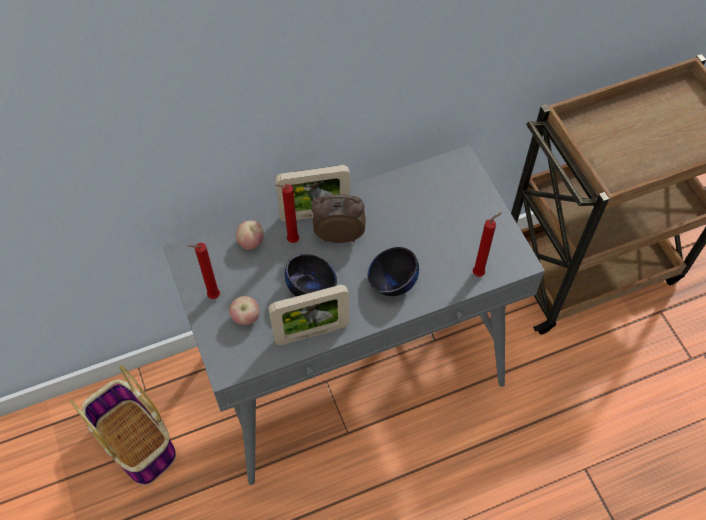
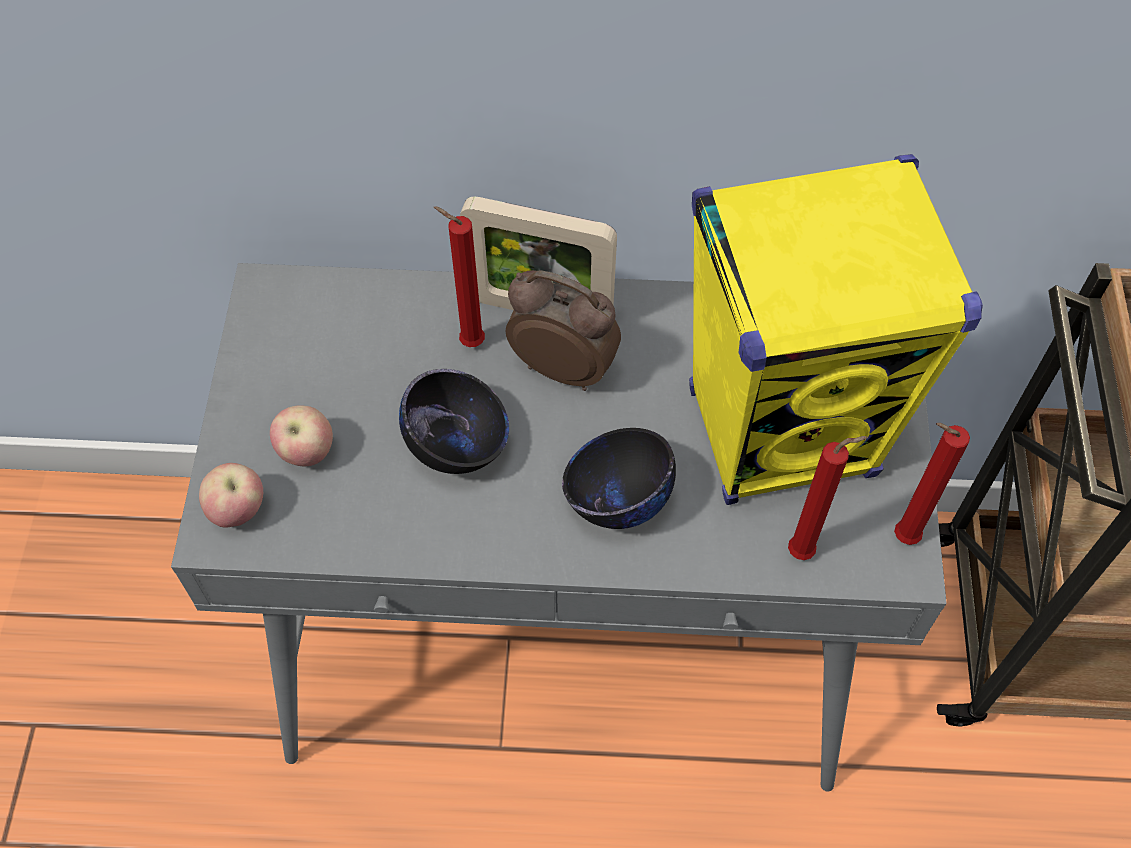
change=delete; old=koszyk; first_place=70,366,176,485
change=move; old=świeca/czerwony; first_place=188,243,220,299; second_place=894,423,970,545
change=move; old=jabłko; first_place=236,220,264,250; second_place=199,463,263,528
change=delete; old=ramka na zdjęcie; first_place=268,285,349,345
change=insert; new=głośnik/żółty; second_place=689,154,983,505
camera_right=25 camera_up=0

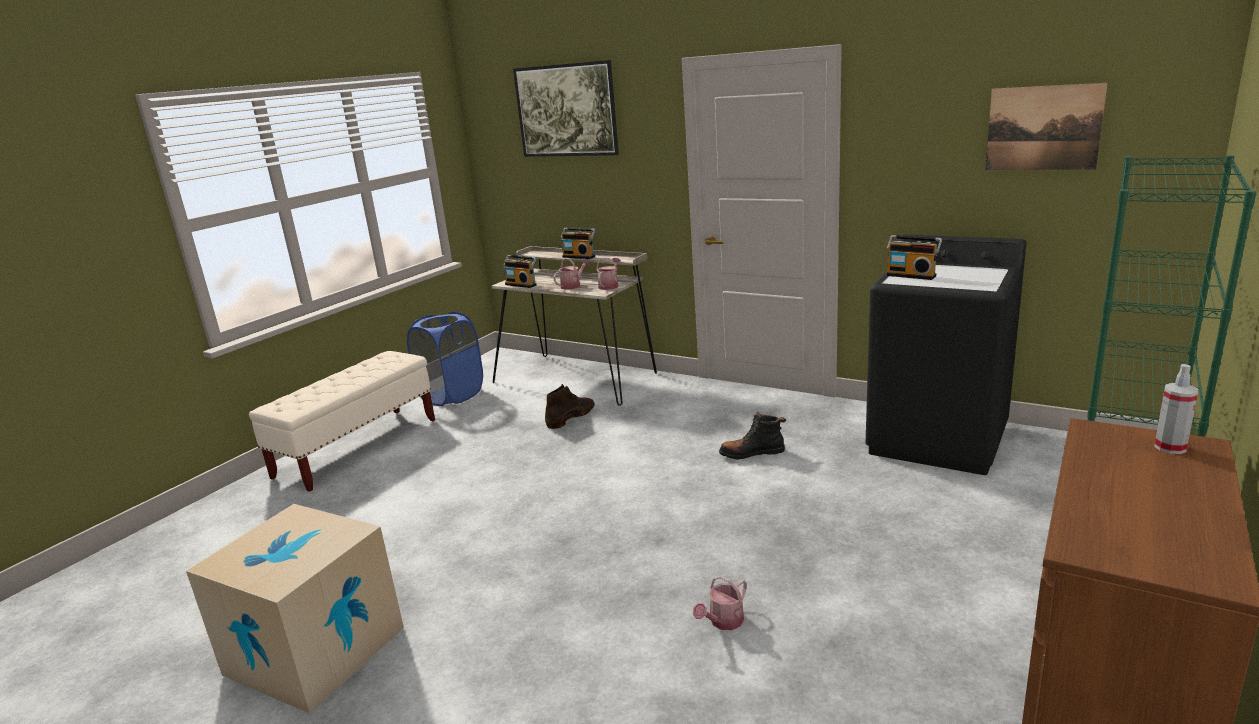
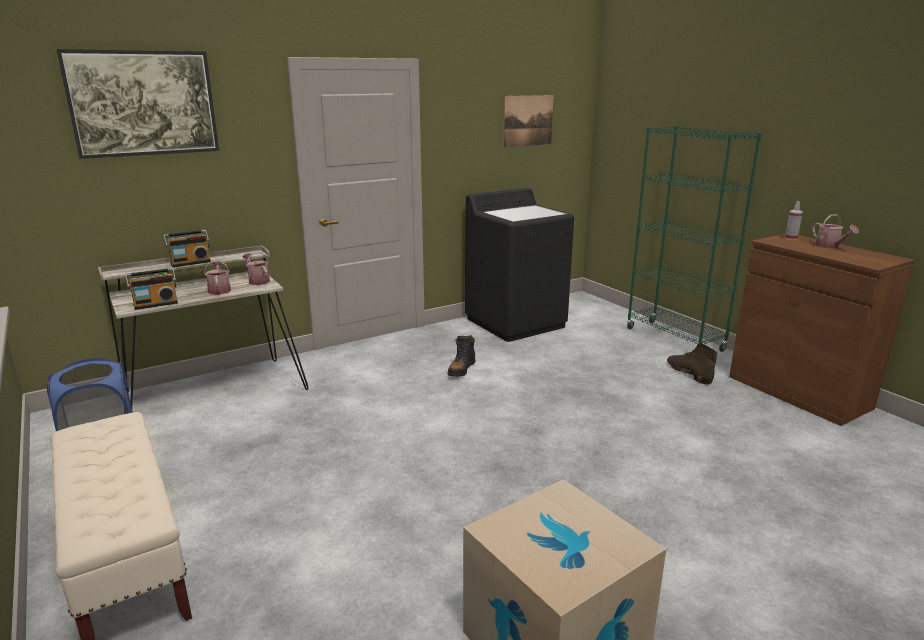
change=move; old=but z cholewką/brązowy; first_place=545,384,595,429; second_place=667,343,717,385
change=move; old=konewka; first_place=693,575,747,630; second_place=812,214,859,249
change=delete; old=radio; first_place=886,235,942,280
camera_right=-65 camera_up=0

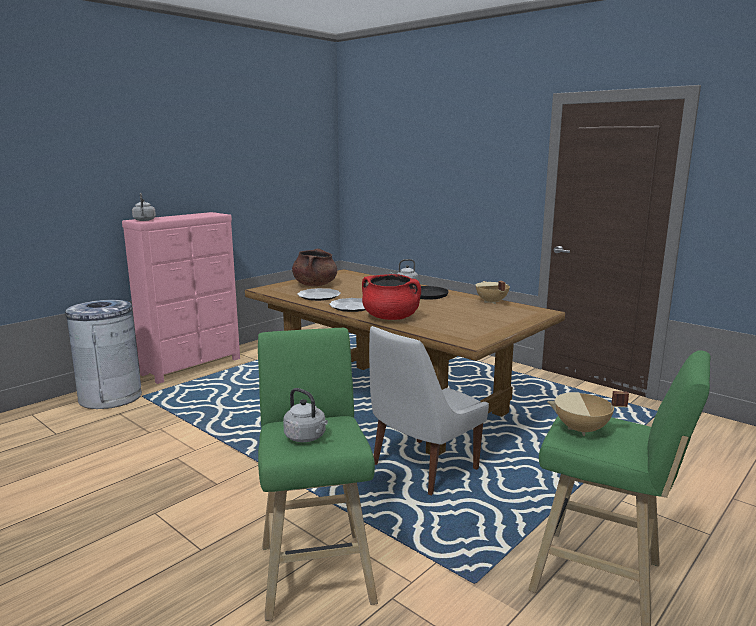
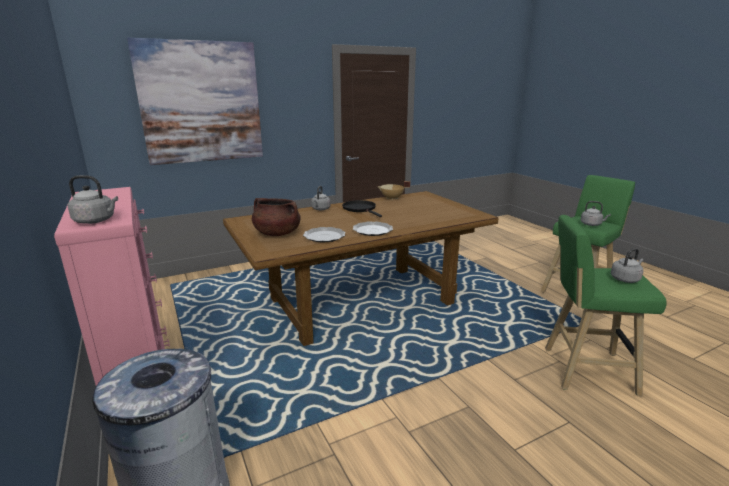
change=delete; old=garnek/czerwony; first_place=362,274,421,320
change=delete; old=krzesło/biały; first_place=369,326,489,495
change=replace; old=garnek/beżowy; new=czajnik/szary; first_place=547,391,629,436; second_place=581,201,611,226
change=insert; new=obraz; second_place=127,38,263,165
camera_right=-70 camera_up=5

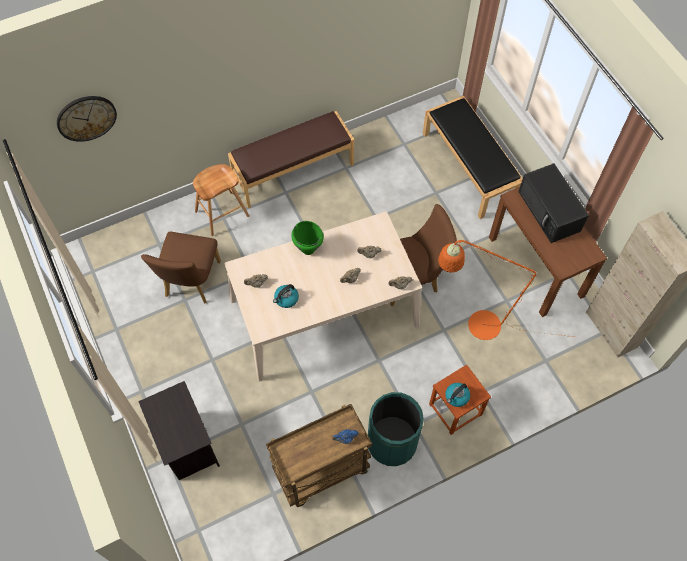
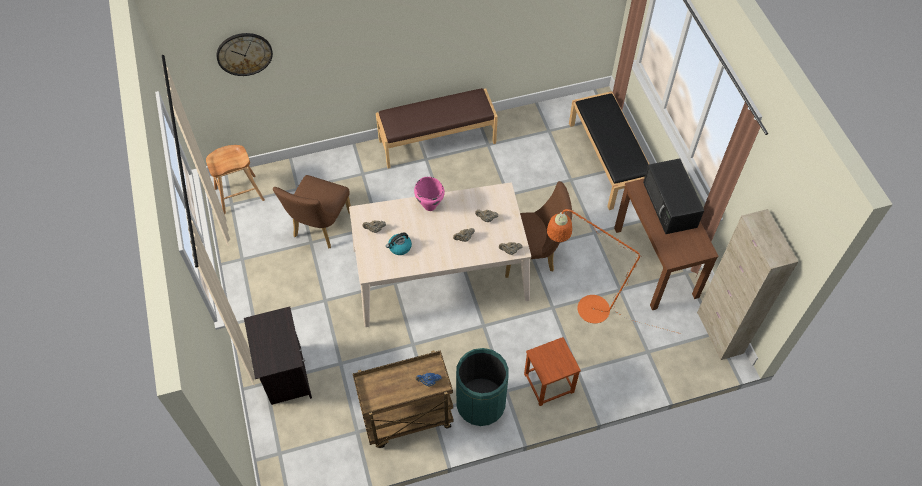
change=move; old=stołek/brązowy; first_place=193,164,249,236; second_place=206,145,265,214
change=recolor; old=garnek/zielony; new=garnek/różowy; first_place=292,221,324,255; second_place=414,177,445,211
change=delete; old=czajnik; first_place=445,383,470,407
camera_right=10 camera_up=-5

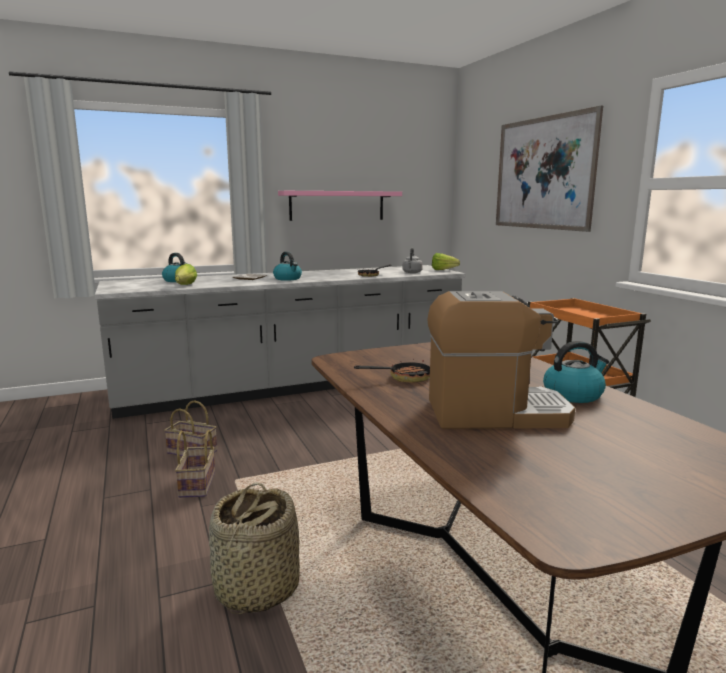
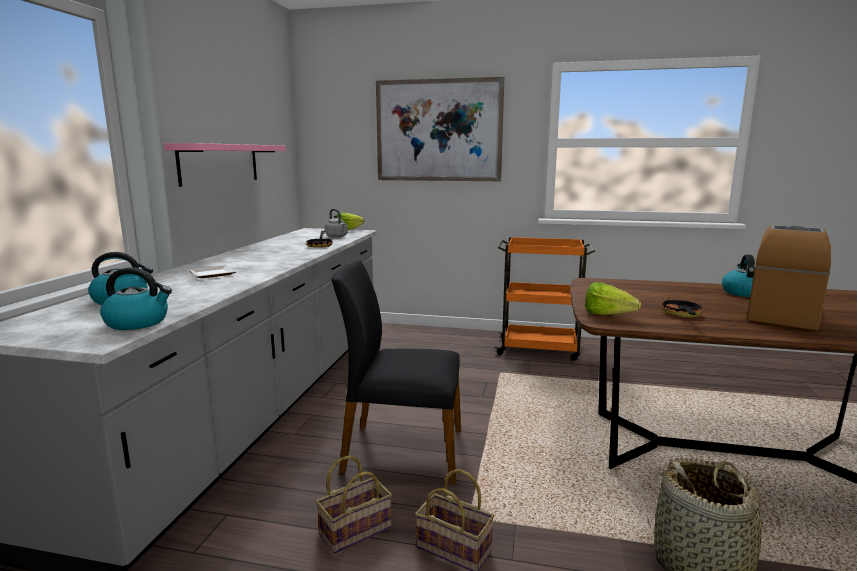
change=move; old=sałata; first_place=175,264,197,285; second_place=585,282,641,315
change=move; old=czajnik; first_place=273,252,302,281; second_place=100,267,172,330
change=insert; new=krzesło/czarny; second_place=331,260,461,484
camera_right=-55 camera_up=0

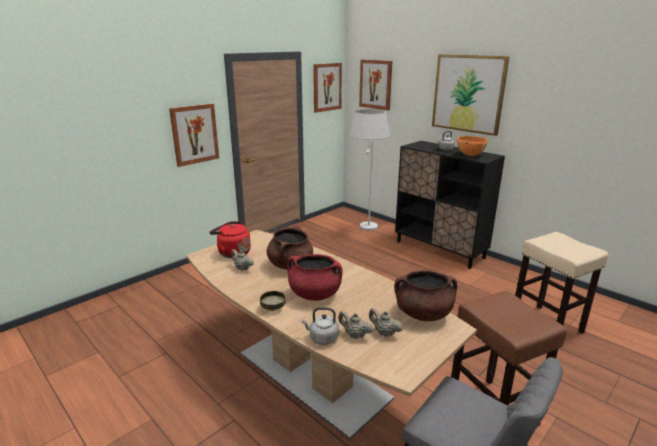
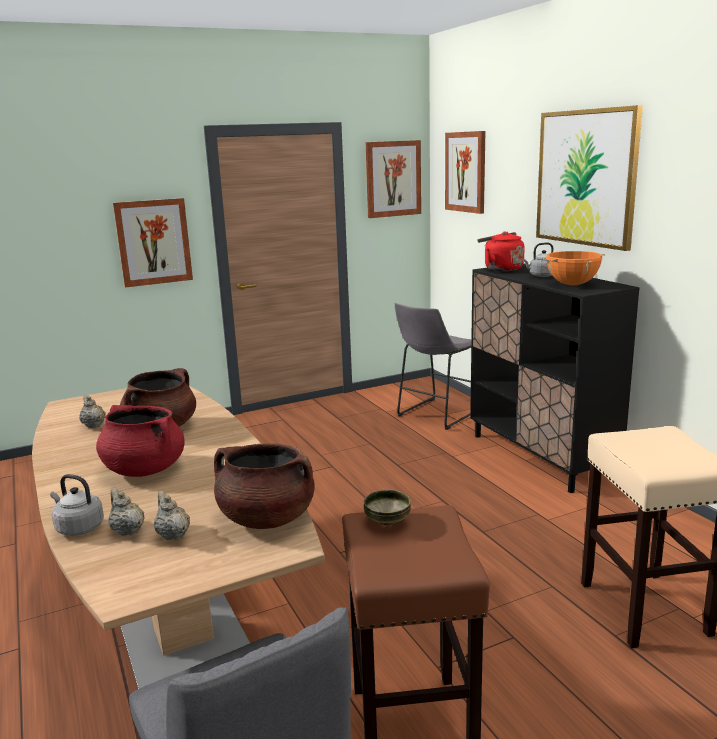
change=move; old=czajnik/czerwony; first_place=210,221,251,258; second_place=478,232,525,271
change=move; old=miska; first_place=260,291,286,311; second_place=364,490,411,525
change=replace; old=lampa stojąca/biały; new=stołek/szary; first_place=349,109,390,231; second_place=395,303,471,430
camera_right=20 camera_up=-5

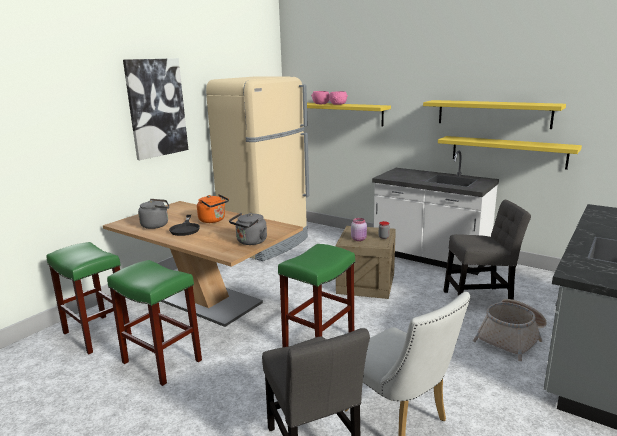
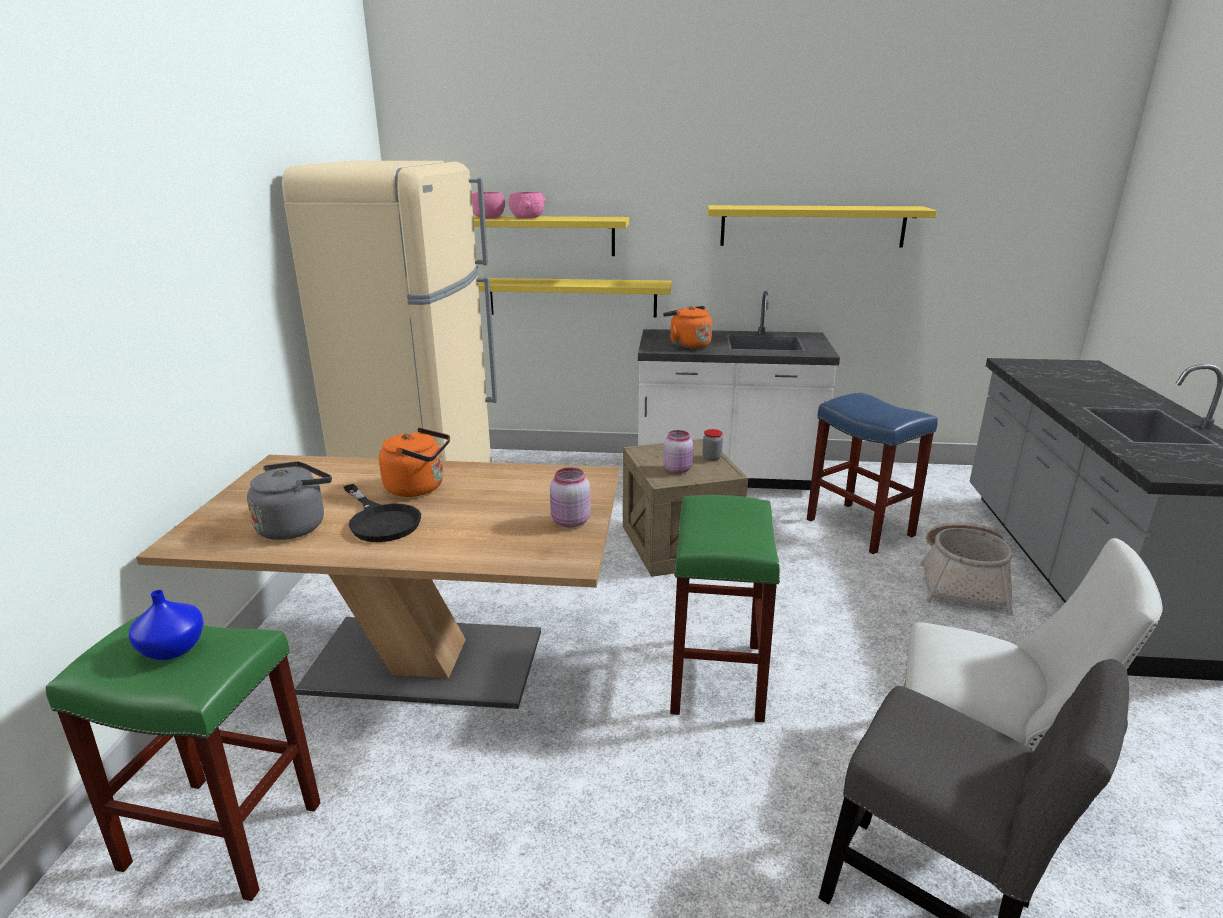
change=delete; old=stołek/zielony; first_place=107,260,202,386
change=delete; old=obraz; first_place=123,58,188,160
change=replace; old=czajnik/szary; new=słoik/różowy; first_place=229,213,267,245; second_place=550,468,591,528
change=move; old=półka/żółty; first_place=438,136,582,170; second_place=478,278,671,318
change=replace; old=krzesło/szary; new=stołek/niebieski; first_place=443,200,531,300; second_place=807,393,938,554
change=insert; new=wazon/niebieski; second_place=129,590,204,660
change=insert; new=czajnik/pomarańczowy; second_place=663,306,712,349
camera_right=-30 camera_up=5

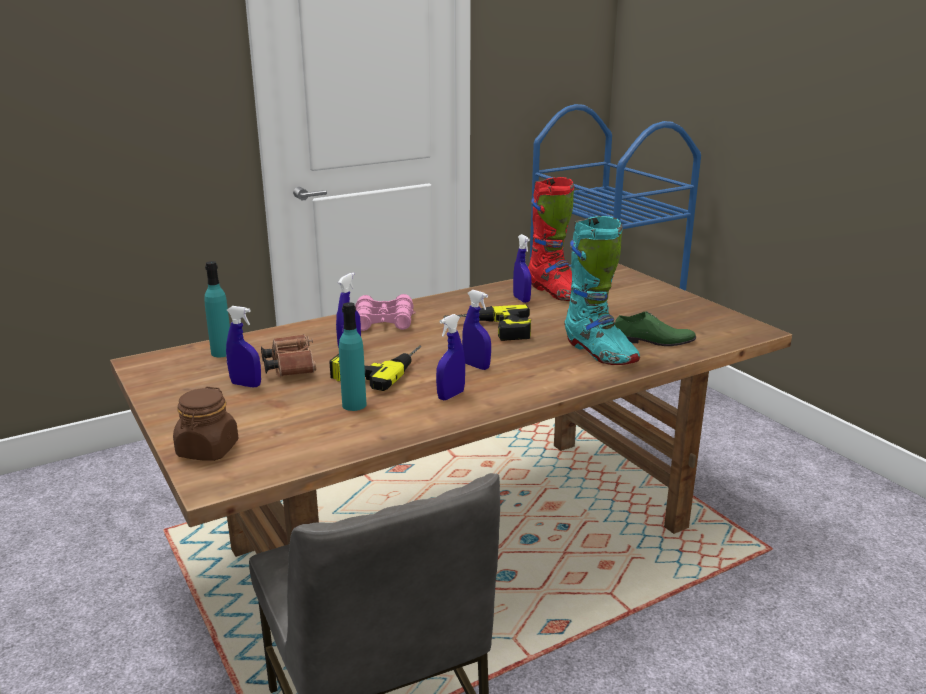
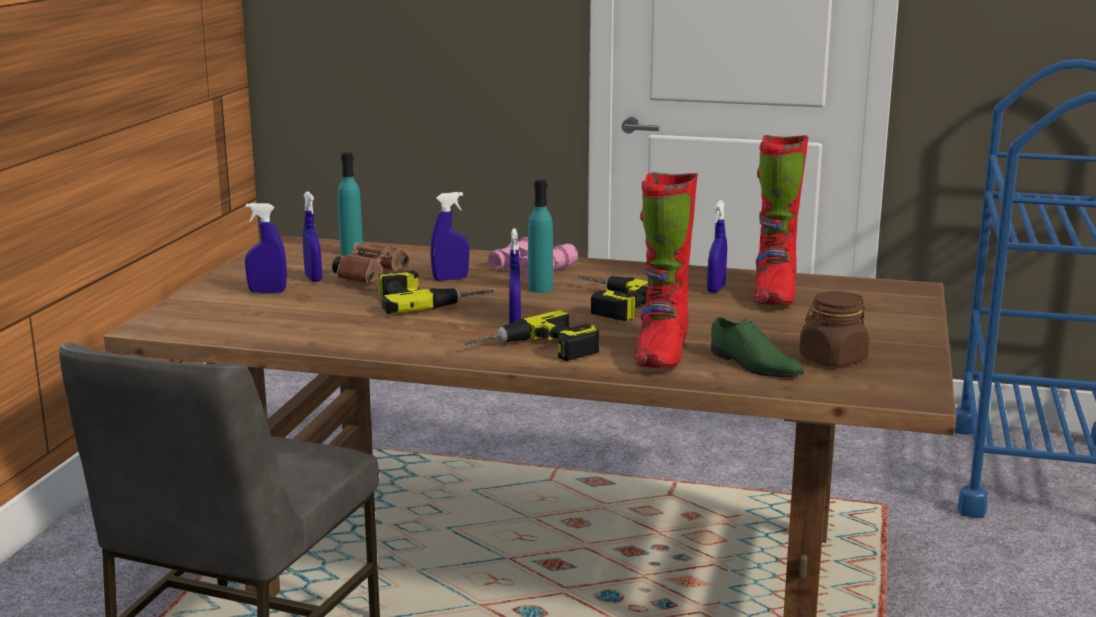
change=move; old=słoik/brązowy; first_place=173,387,239,461; second_place=799,291,869,367
change=move; old=butelka/turkusowy; first_place=339,302,367,411; second_place=528,180,553,293
change=move; old=spryskiwacz/niebieski; first_place=436,314,465,400; second_place=245,203,287,293
change=recolor; old=but z cholewką/turkusowy; new=but z cholewką/czerwony; first_place=565,216,640,365; second_place=633,172,698,369
change=insert; new=wiertarka; second_place=465,310,599,361
camera_right=45 camera_up=-5

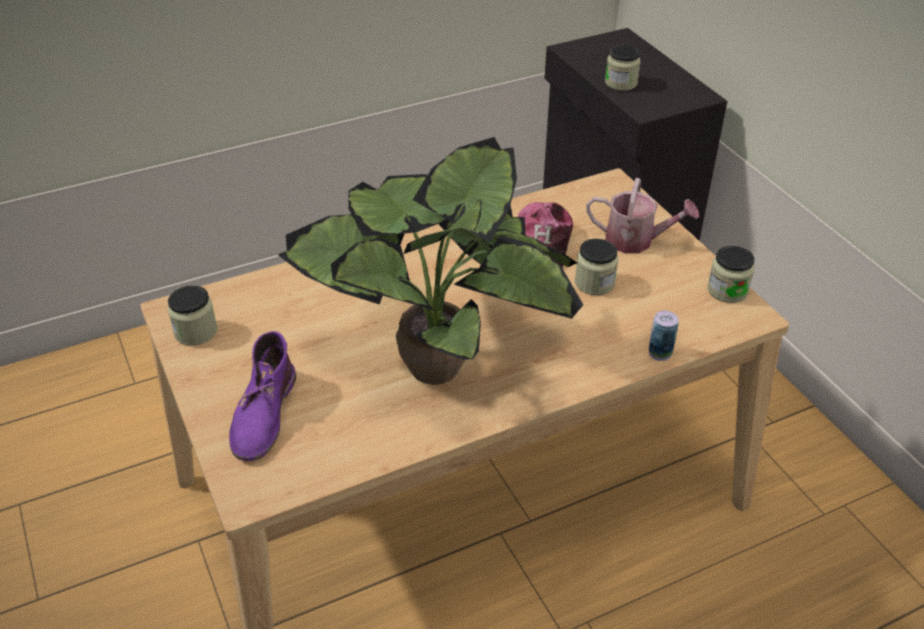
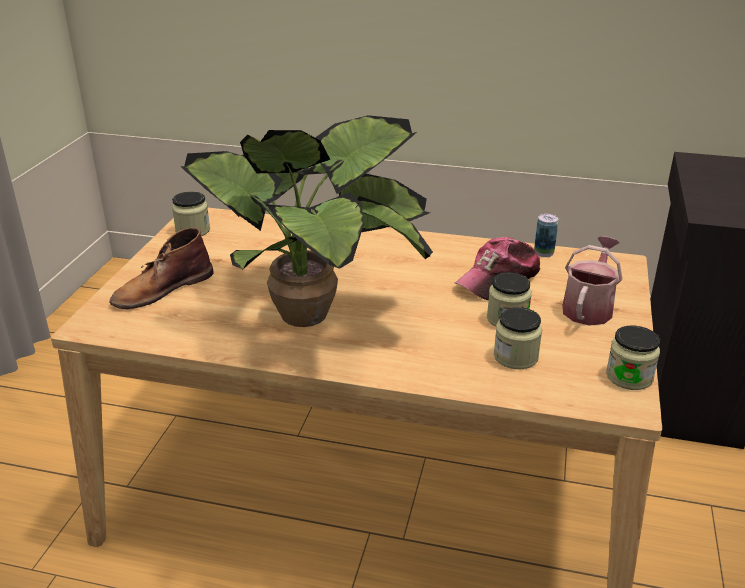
change=recolor; old=but z cholewką/fioletowy; new=but z cholewką/brązowy; first_place=229,331,296,461; second_place=110,228,214,310
change=rotate; old=konewka; first_place=586,178,699,253; second_place=562,236,623,326; degrees=-120
change=move; old=słoik; first_place=605,45,641,91; second_place=494,307,542,369
change=move; old=puszka; first_place=648,311,679,361; second_place=534,214,558,257
camera_right=40 camera_up=-10

